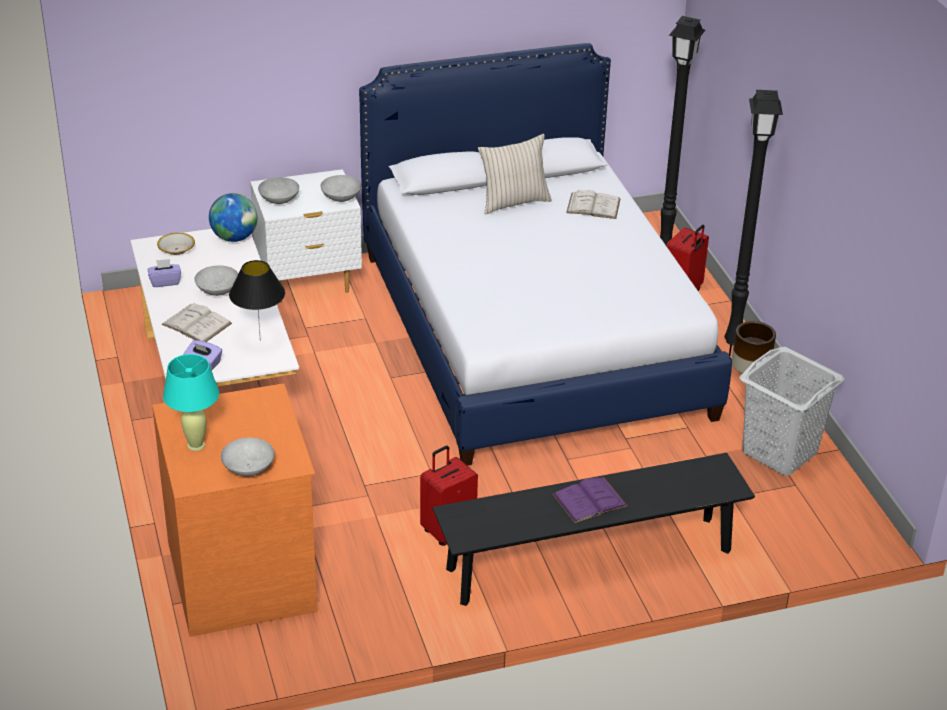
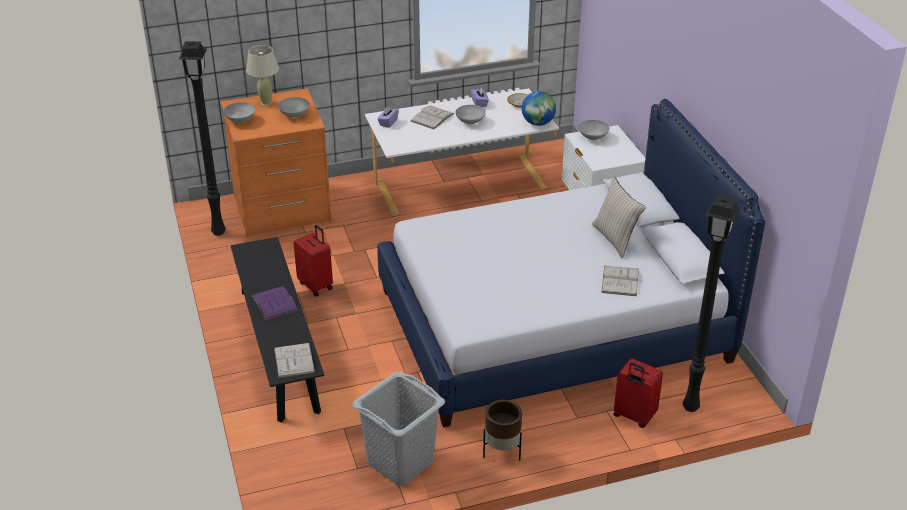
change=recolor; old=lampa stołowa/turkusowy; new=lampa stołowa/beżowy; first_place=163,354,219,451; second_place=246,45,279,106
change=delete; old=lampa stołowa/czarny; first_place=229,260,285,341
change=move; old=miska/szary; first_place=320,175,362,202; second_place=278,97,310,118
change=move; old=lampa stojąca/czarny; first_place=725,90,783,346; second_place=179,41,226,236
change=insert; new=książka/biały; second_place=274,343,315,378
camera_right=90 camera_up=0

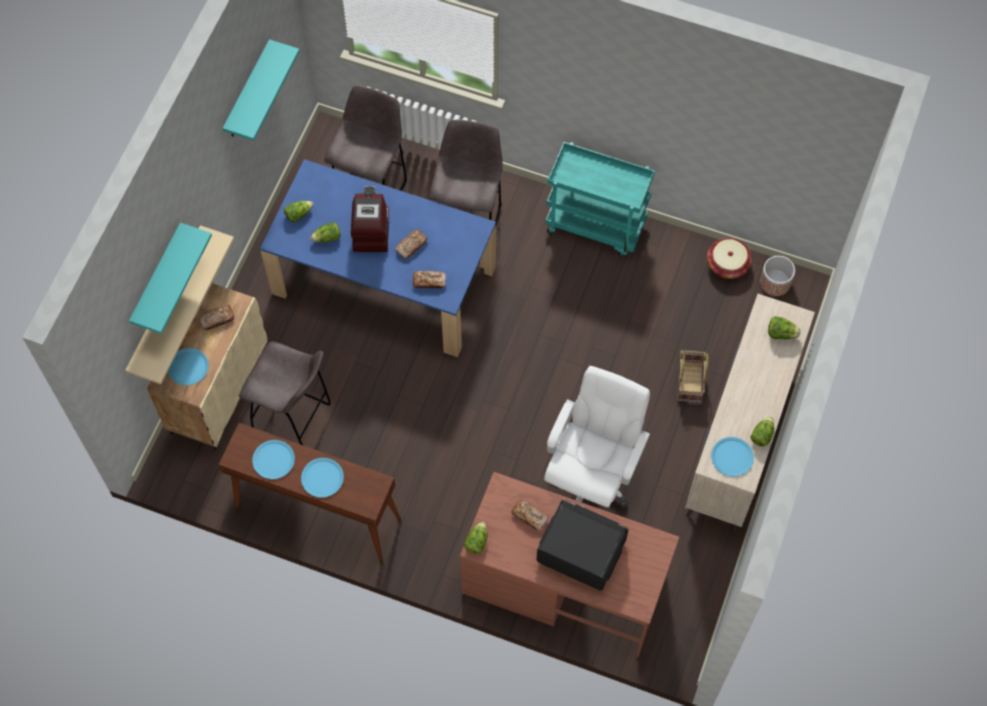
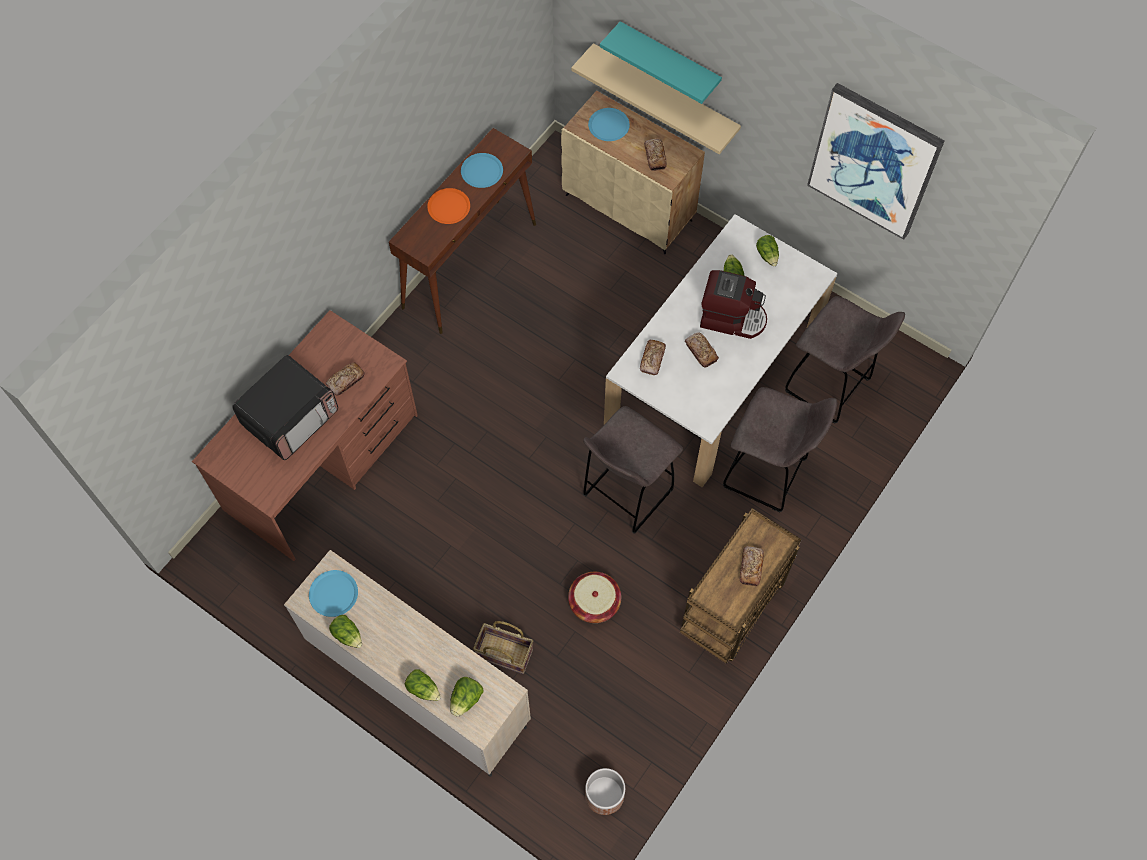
change=replace; old=półka/turkusowy; new=obraz; first_place=223,39,300,141; second_place=807,83,945,240
change=move; old=stołek/szary; first_place=239,342,331,445; second_place=583,406,683,533
change=recolor; old=stół jadalny/niebieski; new=stół jadalny/biały; first_place=260,159,496,357; second_place=604,214,838,488
change=recolor; old=talerz/niebieski; new=talerz/pomarańczowy; first_place=301,458,344,498; second_place=427,188,470,224
change=move; old=sałata; first_place=464,522,487,554; second_place=405,669,441,701
change=delete; old=krzesło biurowe/biały; first_place=544,366,650,507
change=recolor; old=wózek/turkusowy; new=wózek/brązowy; first_place=545,142,655,256; second_place=680,508,802,664
change=move; old=koszyk; first_place=707,238,752,279; second_place=568,572,621,623
change=insert; new=chleb; second_place=740,546,764,586
camera_right=105 camera_up=0

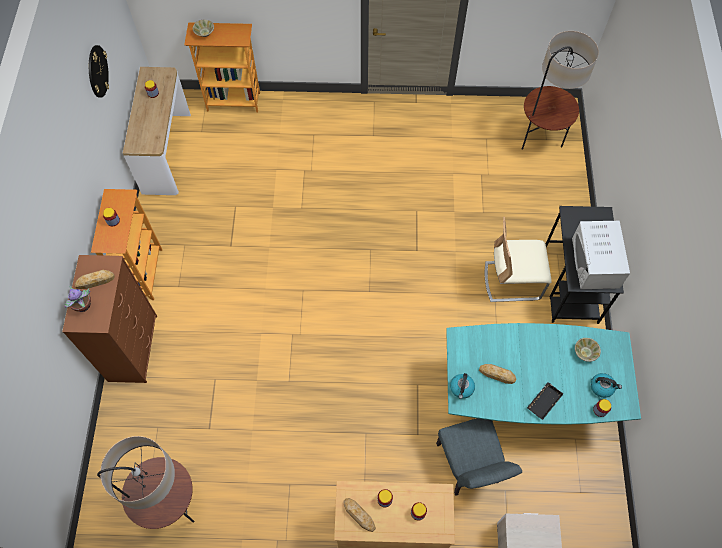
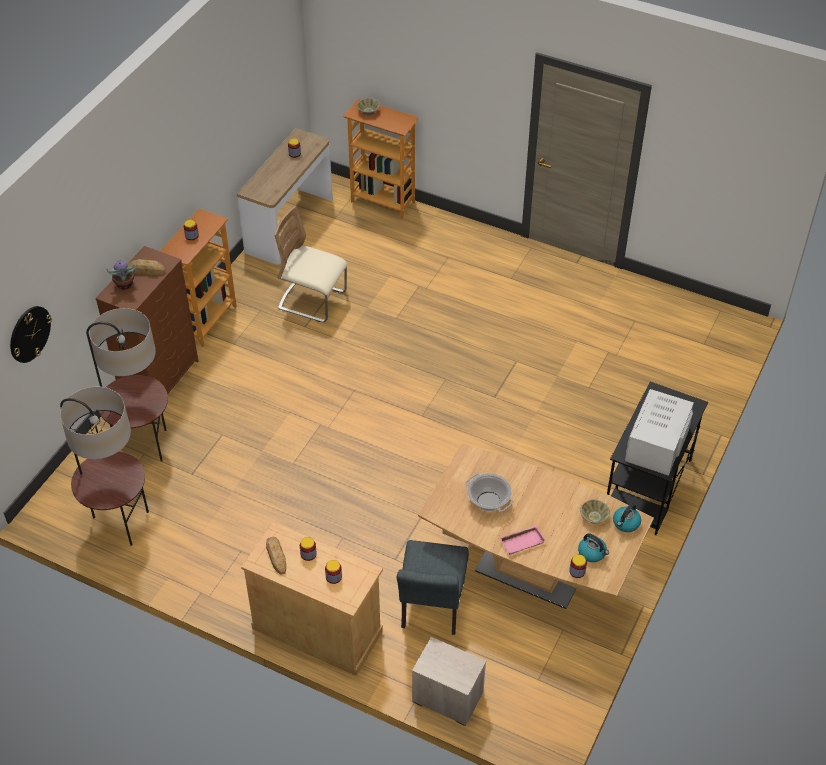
change=move; old=zegar ścienny; first_place=89,45,109,97; second_place=10,306,52,363
change=recolor; old=stół jadalny/turkusowy; new=stół jadalny/brązowy; first_place=446,323,641,425; second_place=418,444,654,609
change=move; old=czajnik; first_place=450,373,475,399; second_place=613,503,641,532
change=replace; old=chleb; new=garnek; first_place=479,364,516,384; second_place=466,473,513,512
change=move; old=krzesło/beżowy; first_place=485,217,552,302; second_place=274,206,348,322
change=move; old=lampa stojąca; first_place=522,31,599,150; second_place=86,308,168,462
change=recolor; old=taca/czarny; new=taca/różowy; first_place=527,382,563,420; second_place=500,525,546,555
camera_right=25 camera_up=-15

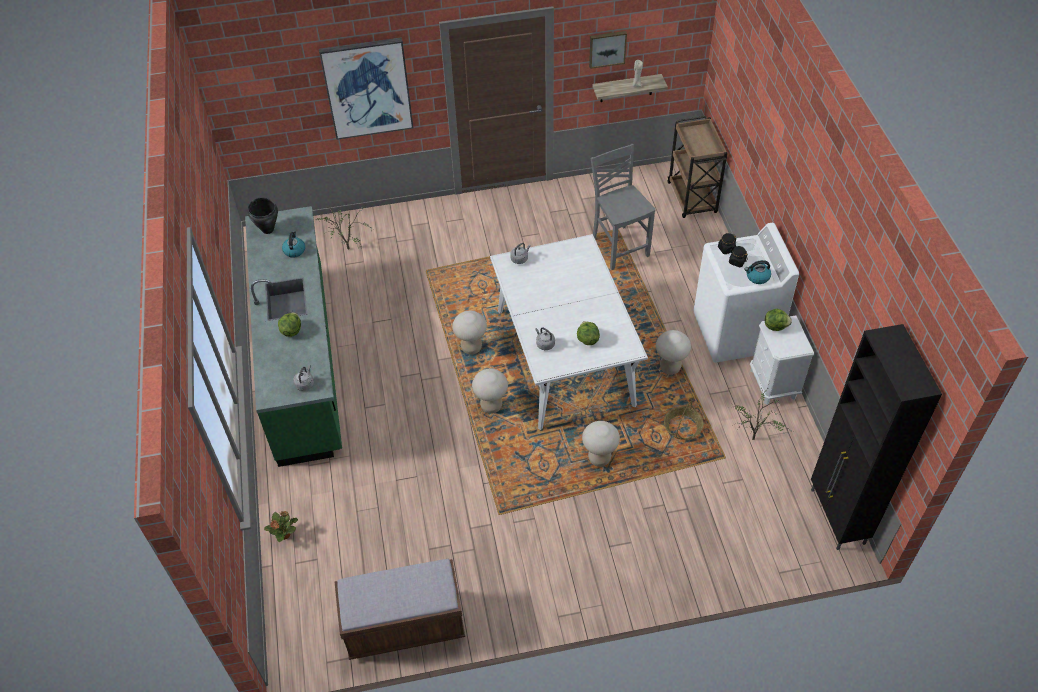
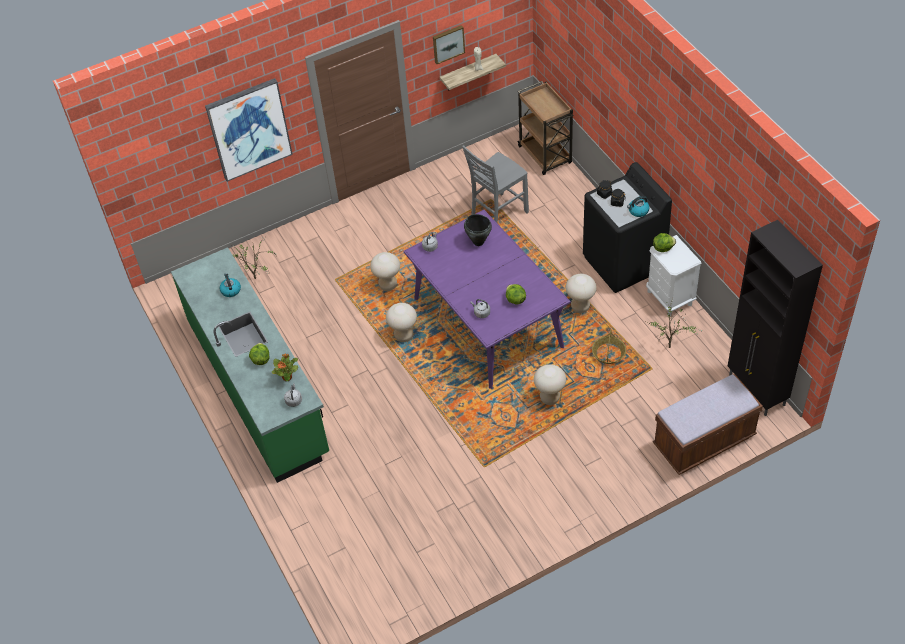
change=move; old=garnek/czarny; first_place=248,198,278,234; second_place=464,214,492,246
change=move; old=roślina doniczkowa; first_place=264,511,298,542; second_place=272,353,298,381
change=move; old=ławka/brązowy; first_place=335,559,465,660; second_place=653,374,763,475
change=move; old=stołek/beżowy; first_place=472,369,508,414; second_place=370,252,400,291
change=recolor; old=stół jadalny/biały; new=stół jadalny/fioletowy; first_place=490,234,648,430; second_place=403,210,571,389
change=rotate; old=krzesło/szary; first_place=591,144,656,270; second_place=462,145,529,223; degrees=-90
change=recolor; old=pralka/biały; new=pralka/czarny; first_place=694,223,799,363; second_place=583,162,672,293
camera_right=-15 camera_up=0

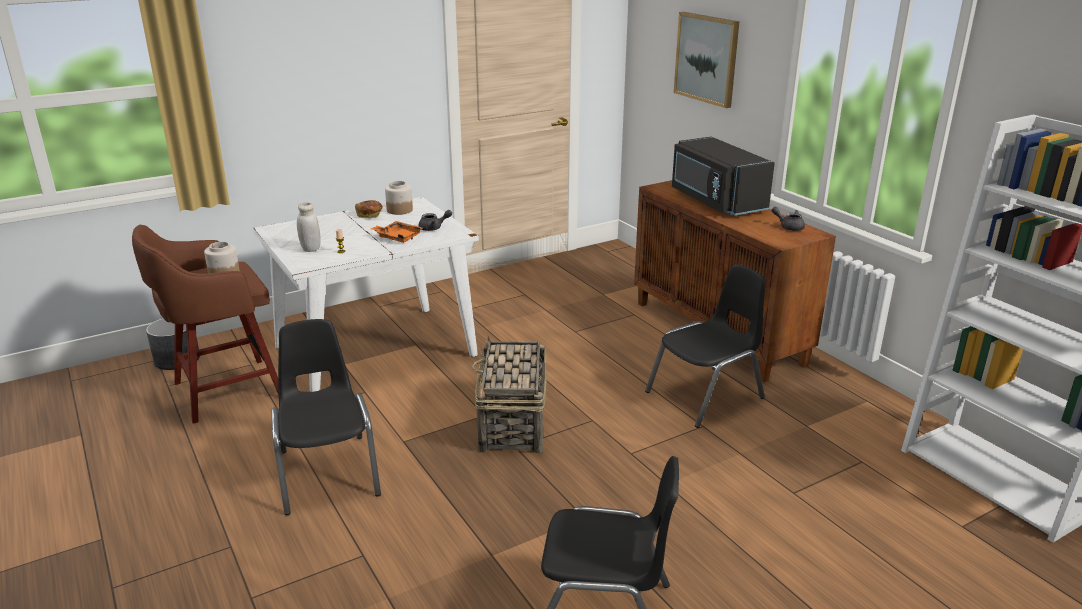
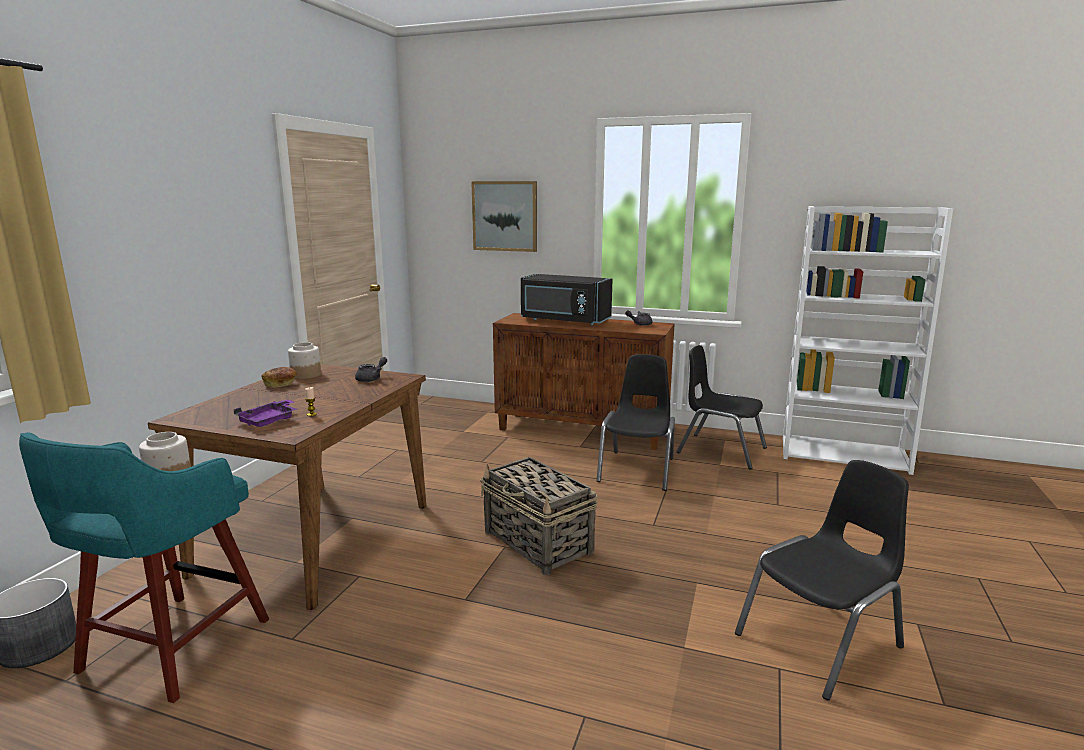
change=recolor; old=stołek/brązowy; new=stołek/turkusowy; first_place=132,225,279,424; second_place=19,432,269,703
change=recolor; old=stół jadalny/biały; new=stół jadalny/brązowy; first_place=253,197,479,392; second_place=148,364,426,610
change=move; old=krzesło/czarny; first_place=271,319,381,515; second_place=676,345,767,469
change=replace; old=słoik/biały; new=taca/fioletowy; first_place=297,202,321,252; second_place=233,399,297,427
change=delete; old=taca/pomarańczowy; first_place=371,221,423,243
camera_right=-40 camera_up=-10

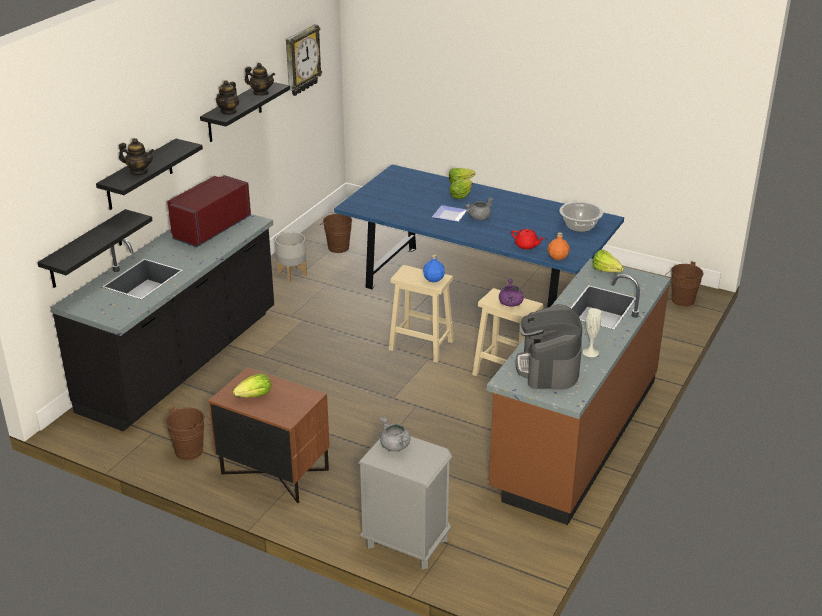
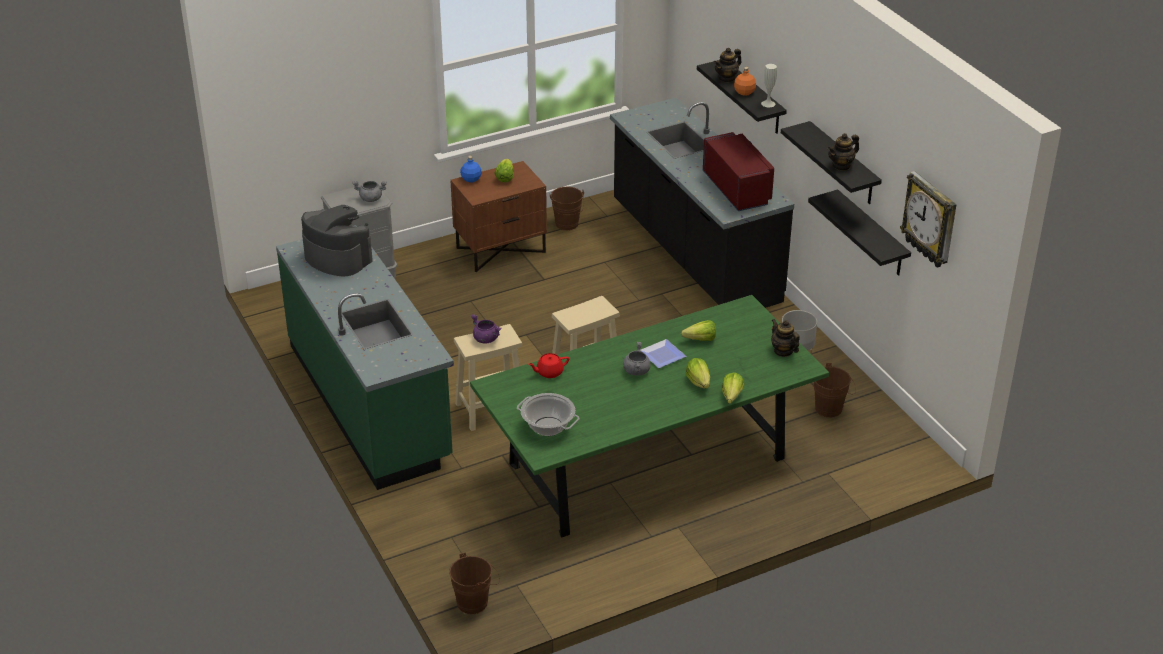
change=move; old=półka/czarny; first_place=37,209,153,288; second_place=808,190,911,276
change=move; old=imbryk; first_place=216,80,239,115; second_place=771,319,800,357
change=recolor; old=stół jadalny/niebieski; new=stół jadalny/zielony; first_place=334,164,624,308; second_place=470,295,829,538
change=move; old=butelka/niebieski; first_place=423,254,445,282; second_place=460,156,482,182
change=recolor; old=zabudowa kuchenna/brązowy; new=zabudowa kuchenna/zielony; first_place=486,258,671,525; second_place=276,225,454,490
change=move; old=butelka/pomarańczowy; first_place=547,232,570,260; second_place=734,67,756,96
change=move; old=wazon/biały; first_place=583,308,602,357; second_place=761,64,777,107
change=move; old=sałata; first_place=593,250,624,272; second_place=681,320,716,341
camera_right=125 camera_up=5

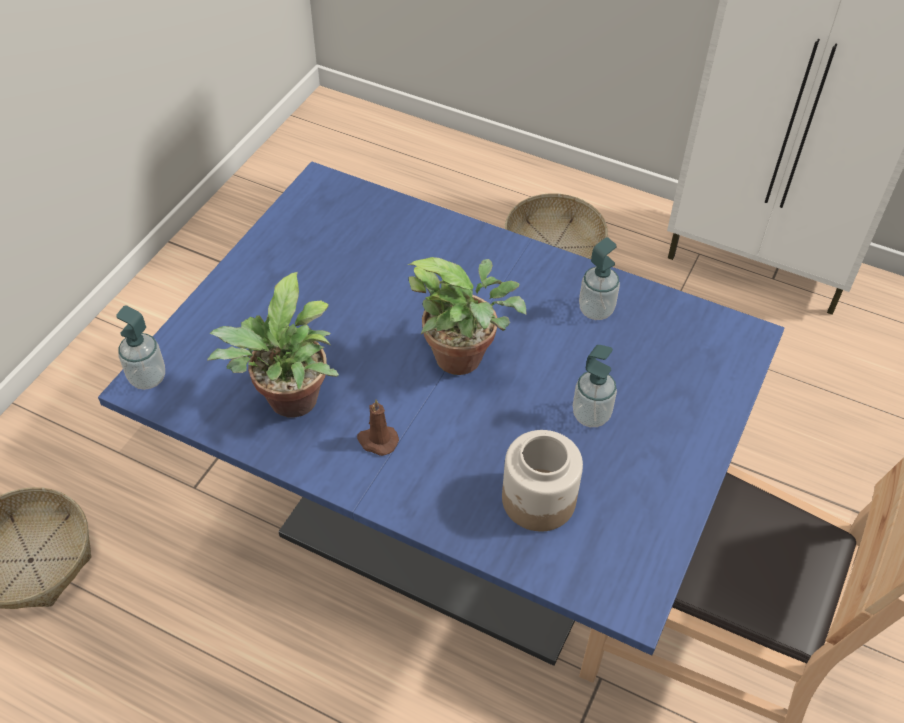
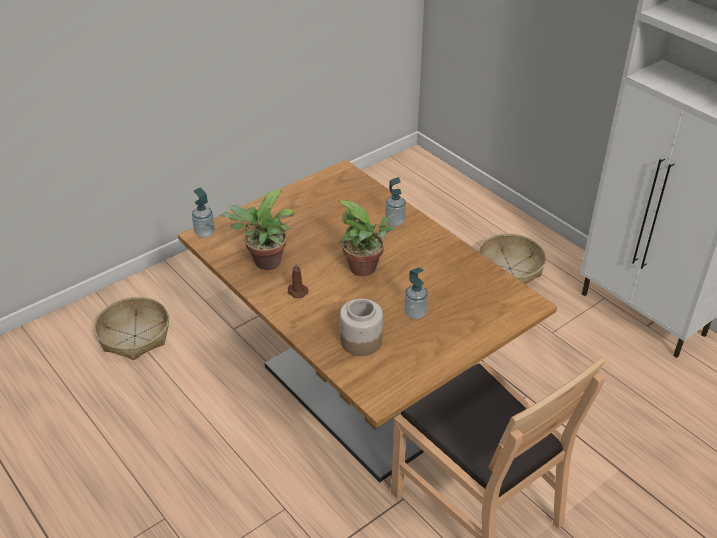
change=recolor; old=stół jadalny/niebieski; new=stół jadalny/brązowy; first_place=98,161,785,666; second_place=178,159,557,482
change=move; old=dozownik mydła; first_place=579,237,620,320; second_place=385,177,406,226
camera_right=25 camera_up=-10

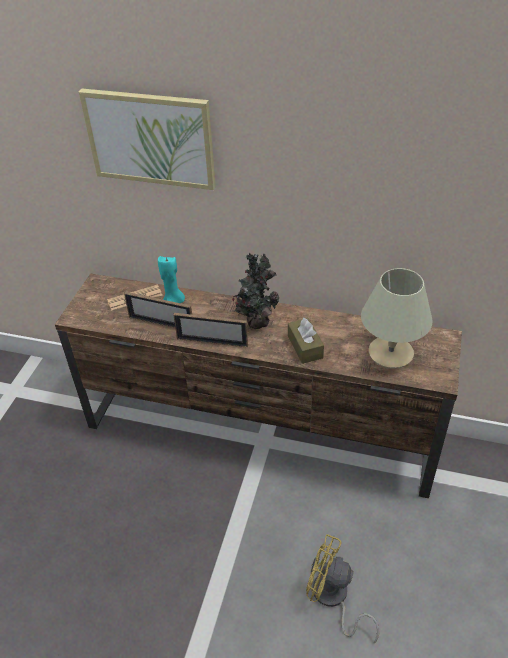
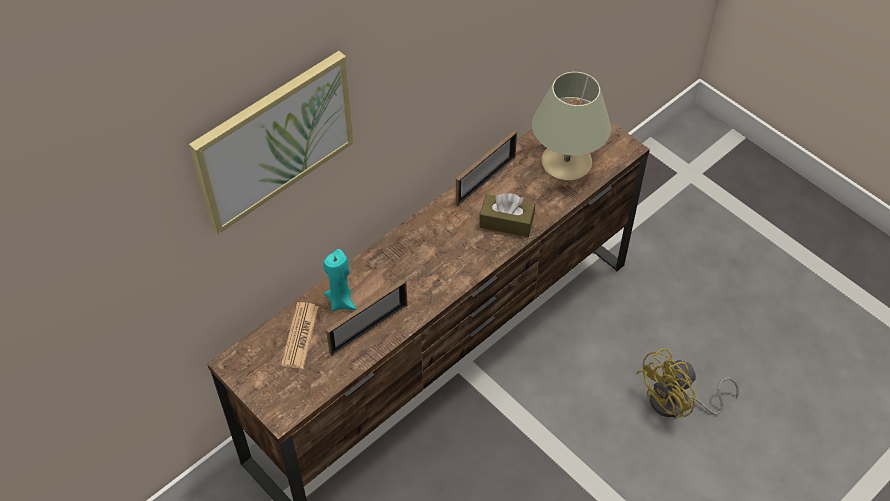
change=move; old=ramka na zdjęcie; first_place=173,313,248,348; second_place=456,130,517,206
change=delete; old=roślina doniczkowa; first_place=232,253,280,329
camera_right=-60 camera_up=10

